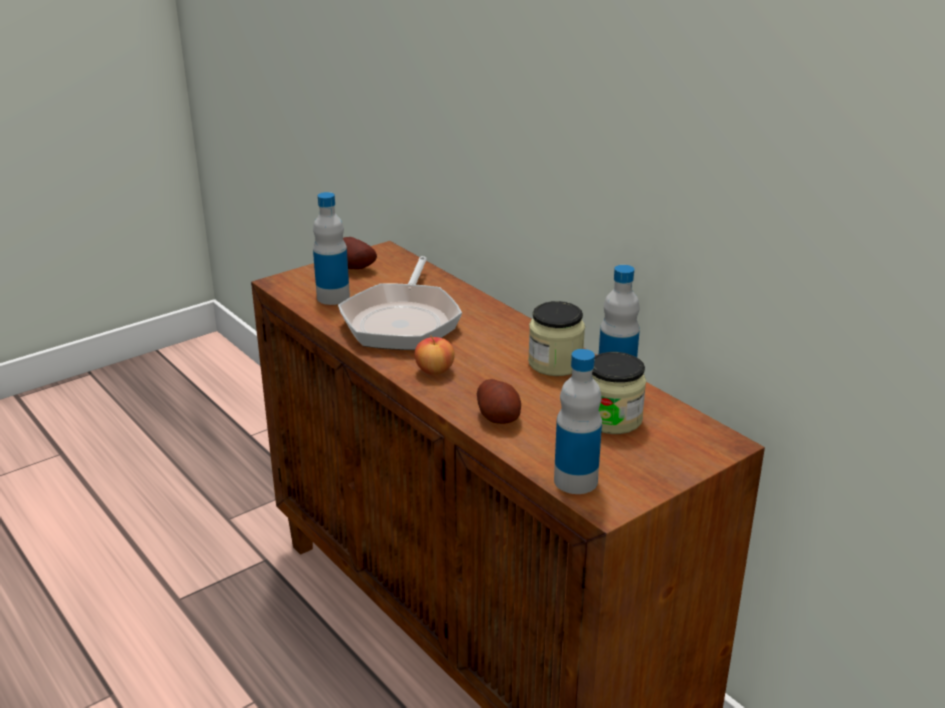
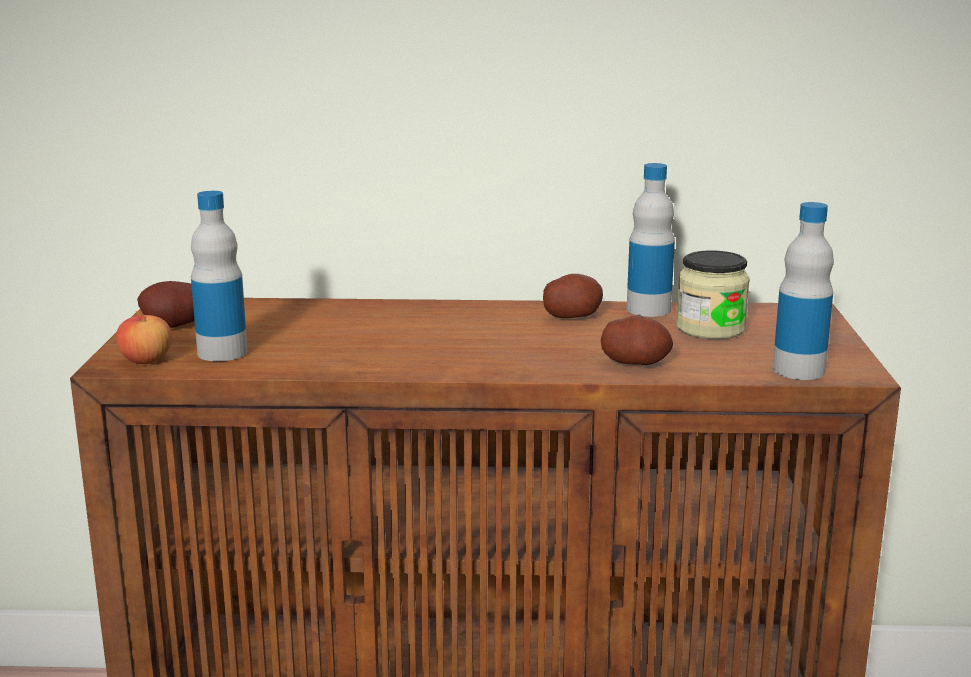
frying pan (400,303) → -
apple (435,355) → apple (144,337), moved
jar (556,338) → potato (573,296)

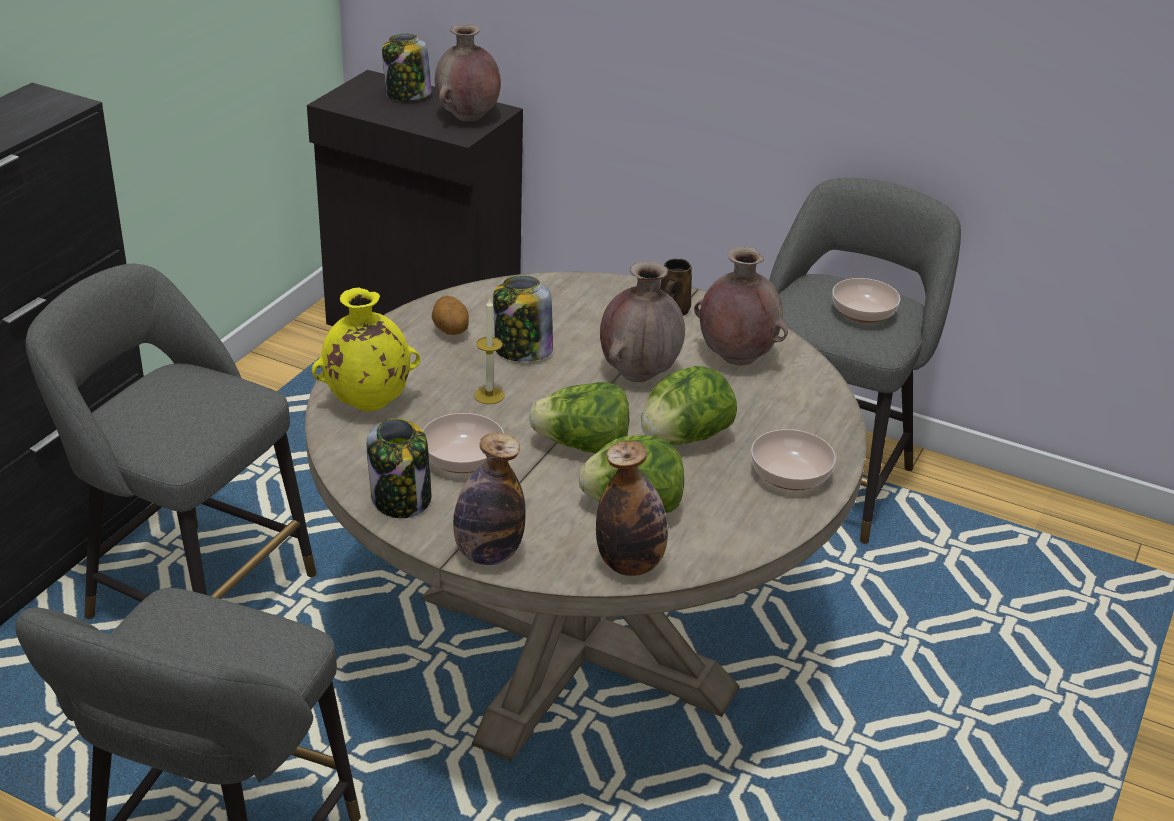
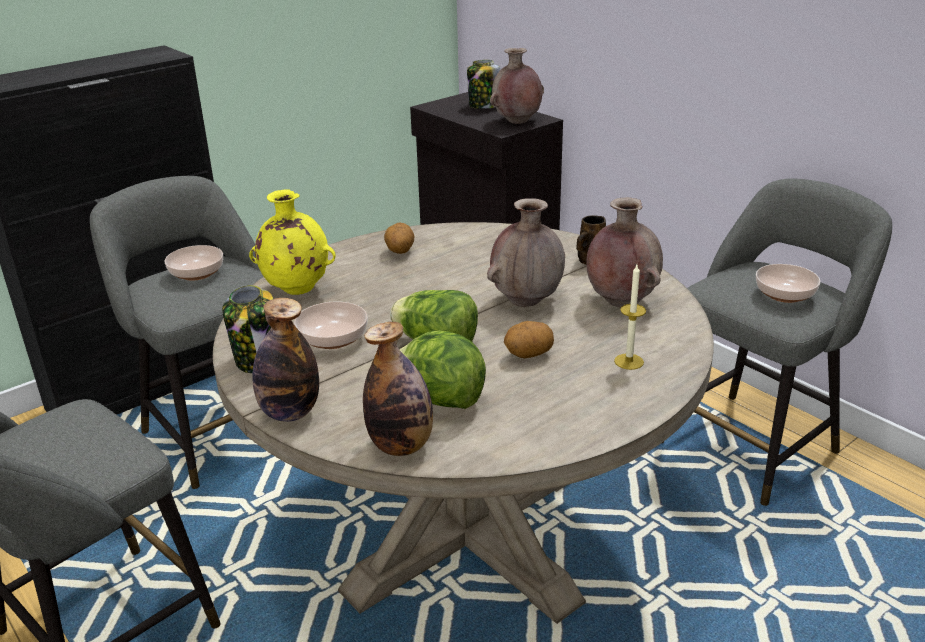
candle (489,351) → candle (630,317), moved
jar (523,319) → -
lettuce (689,405) → potato (529,339)
bowl (793,459) → bowl (193,263), moved

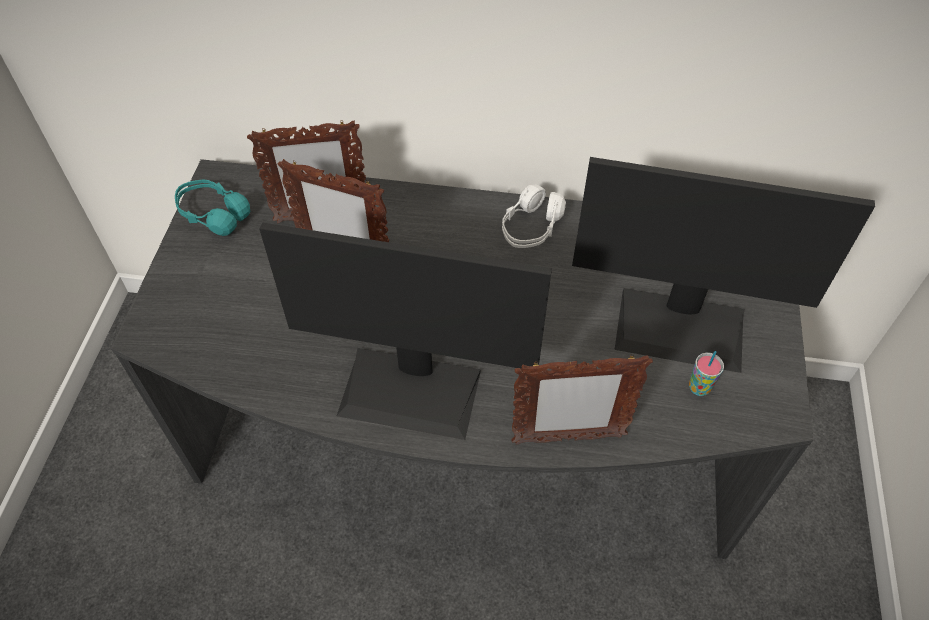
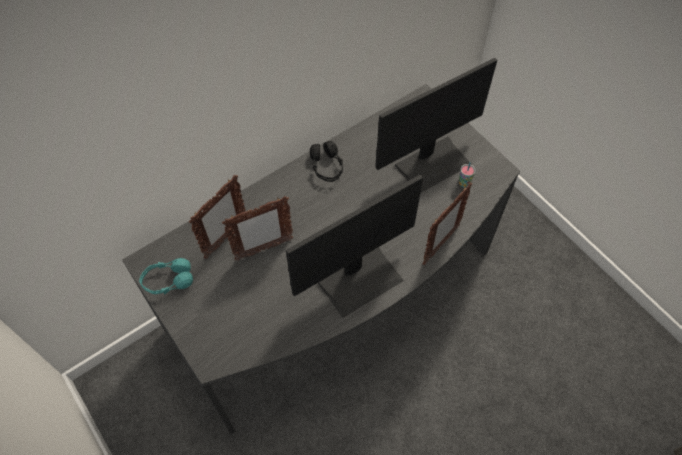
white headphones (534,216) → black headphones (326,161)

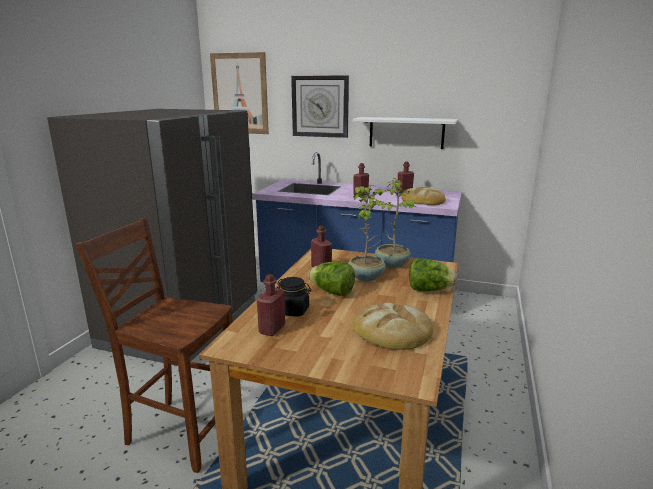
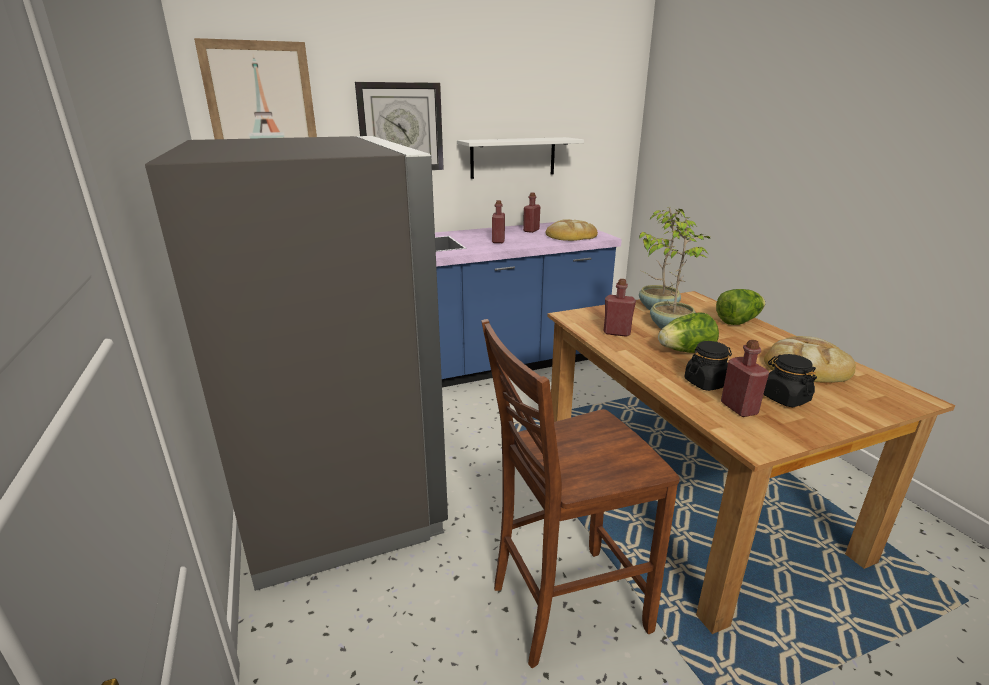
- → black jar (790,380)

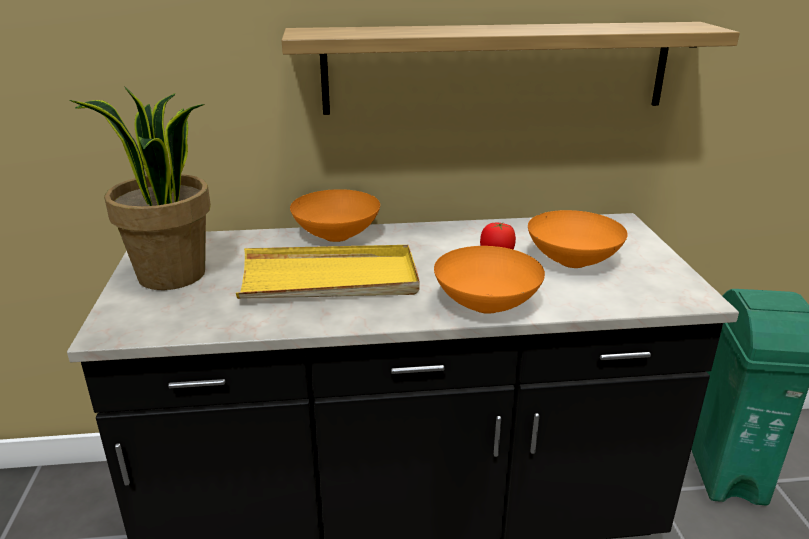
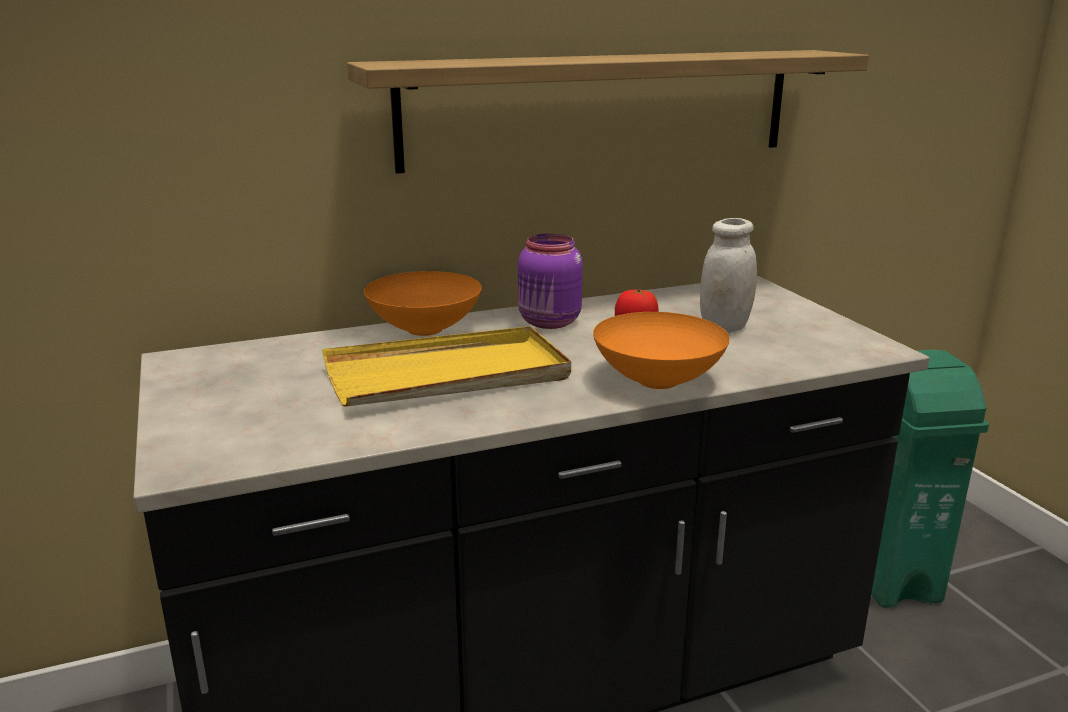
potted plant (140,188) → -
orange bowl (578,239) → white jar (728,275)
- → purple jar (550,281)

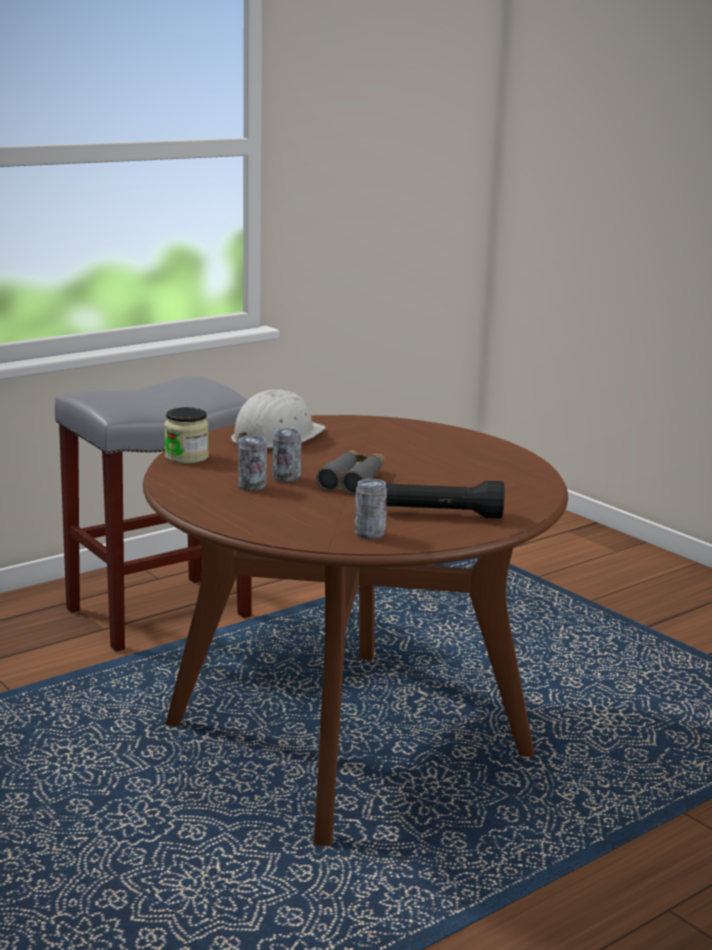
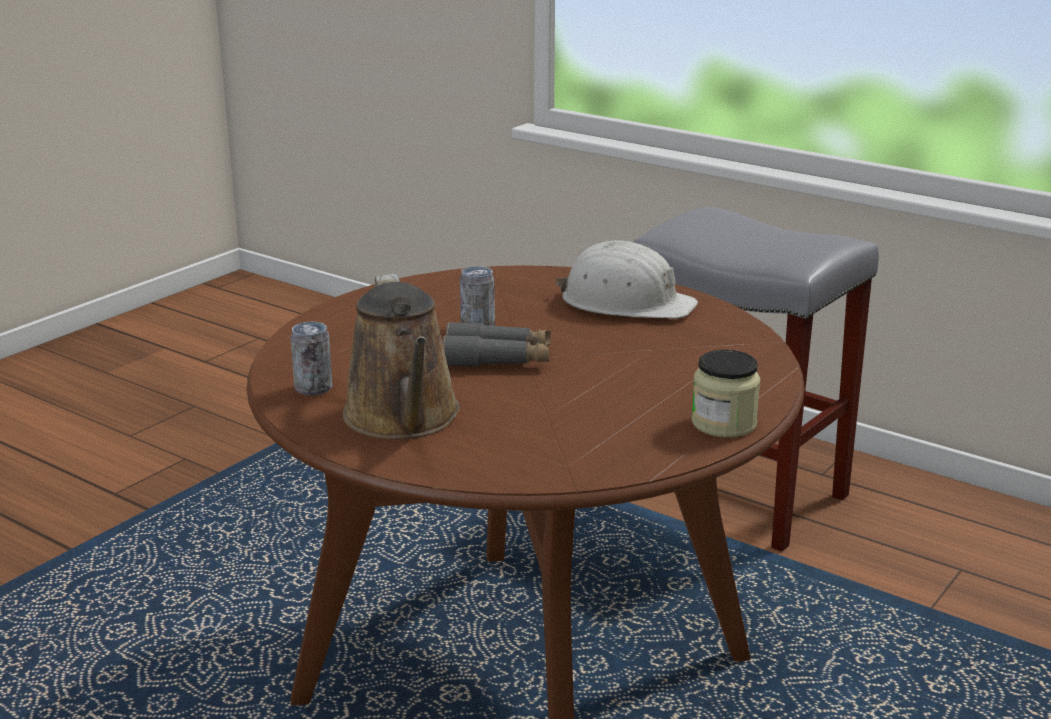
jar (186,435) → jar (726,393), moved
can (252,463) → -
black flashlight (445,500) → brown watering can (401,356)

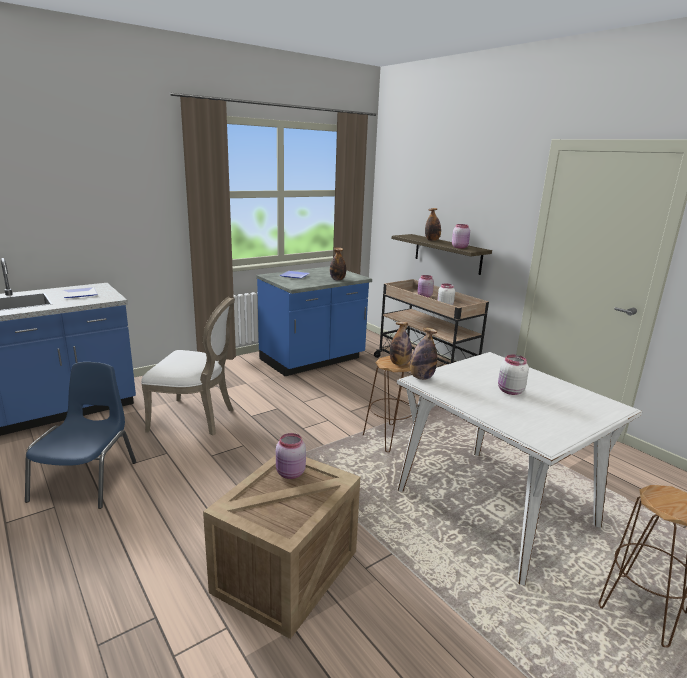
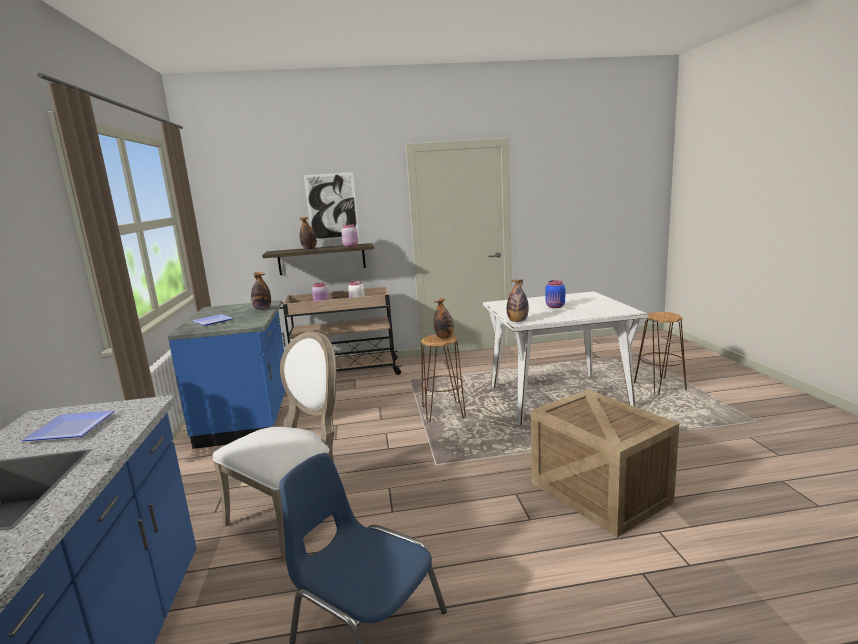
pink jar (291,456) → -
white jar (513,375) → blue jar (555,294)
- → picture (331,206)

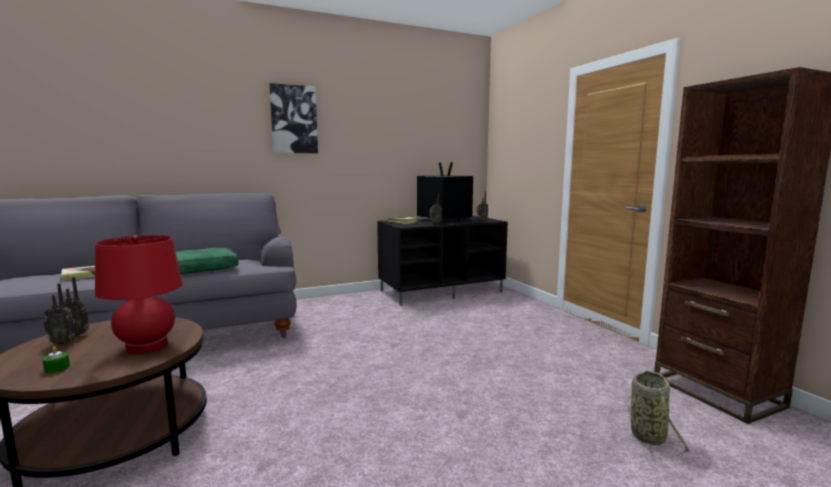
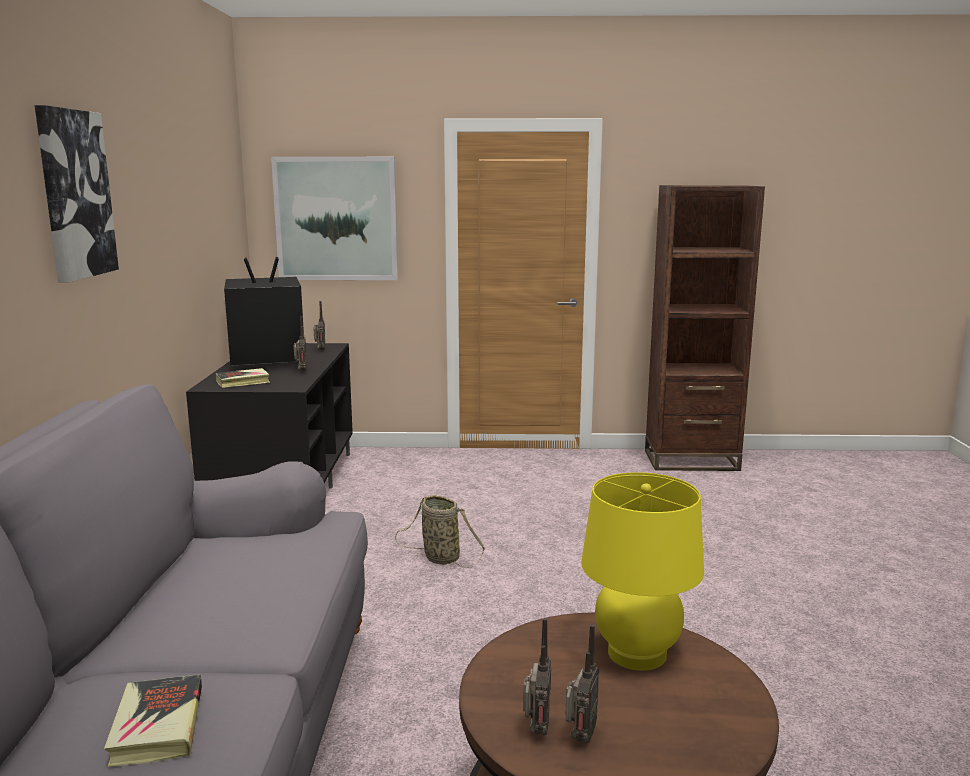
green candle (56,359) → -
red table lamp (139,294) → yellow table lamp (642,571)
green pillow (207,261) → -
basket (658,414) → basket (440,531), moved
- → picture (334,218)

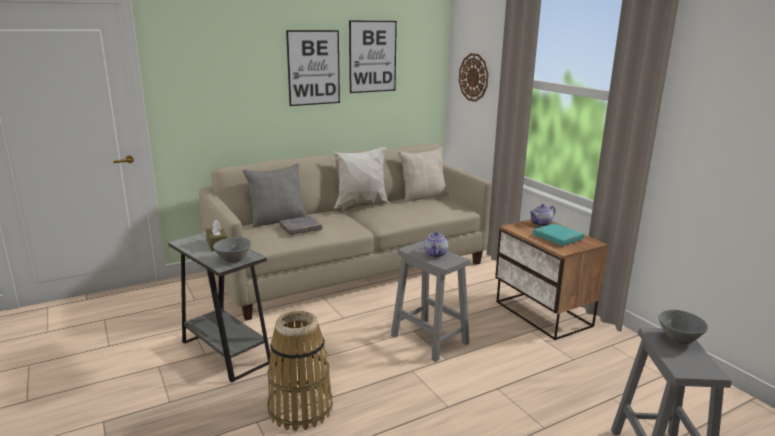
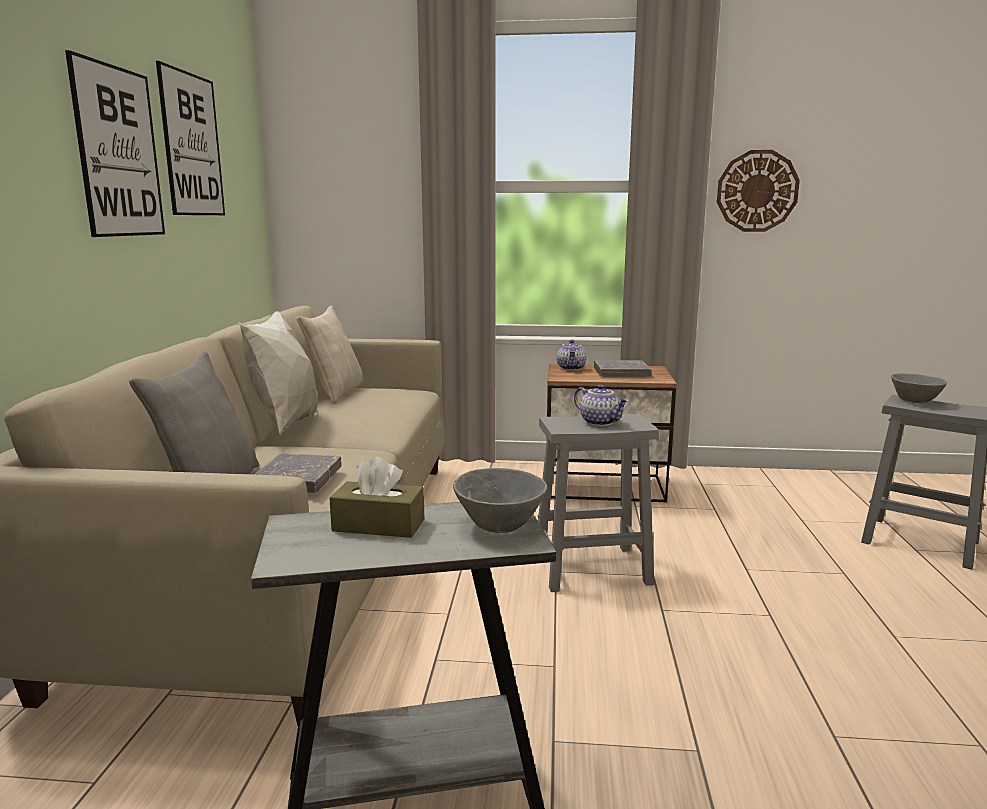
basket (300,370) → -
wall clock (473,77) → wall clock (758,191), moved
turquoise book (558,234) → grey book (623,368)

